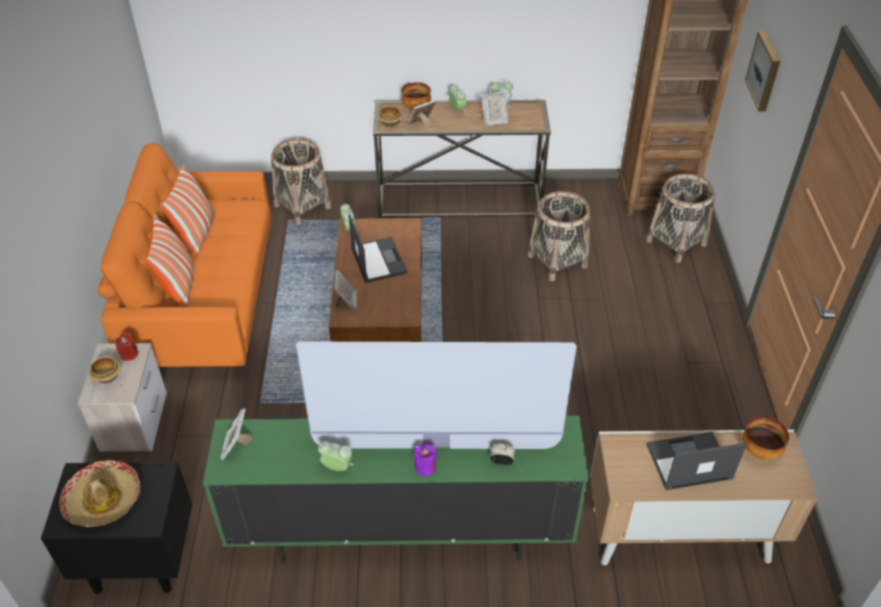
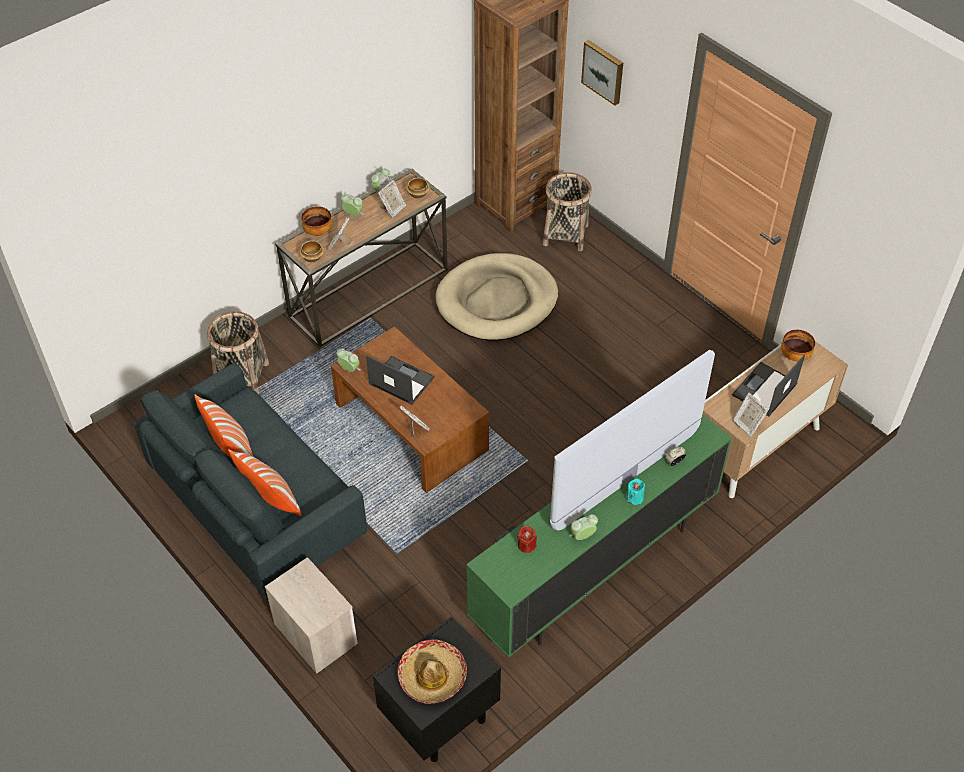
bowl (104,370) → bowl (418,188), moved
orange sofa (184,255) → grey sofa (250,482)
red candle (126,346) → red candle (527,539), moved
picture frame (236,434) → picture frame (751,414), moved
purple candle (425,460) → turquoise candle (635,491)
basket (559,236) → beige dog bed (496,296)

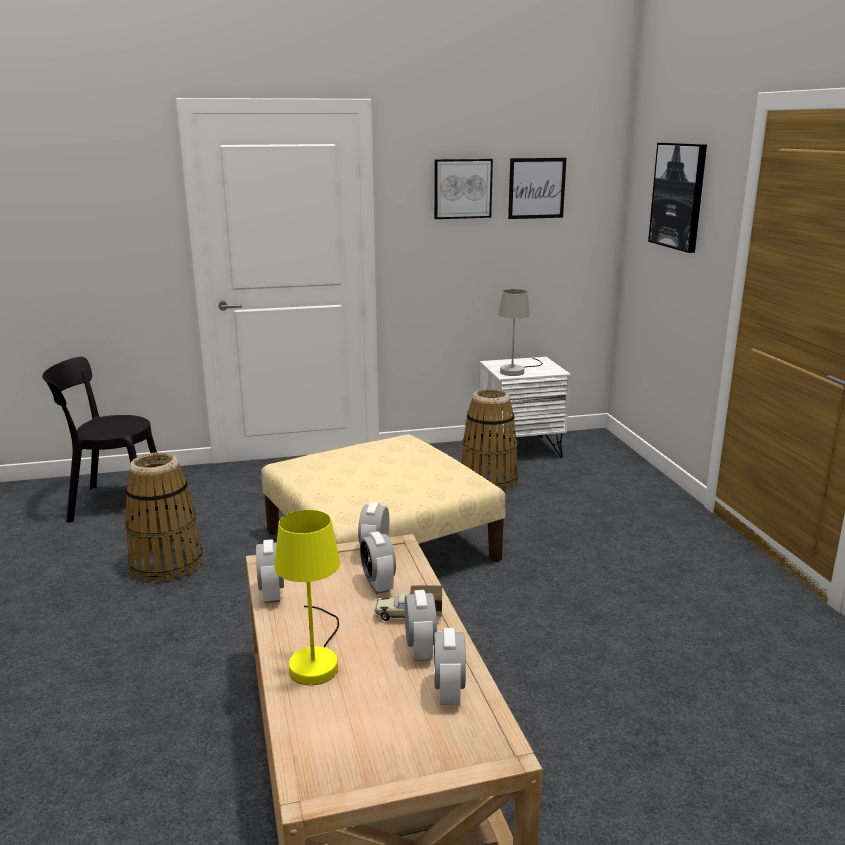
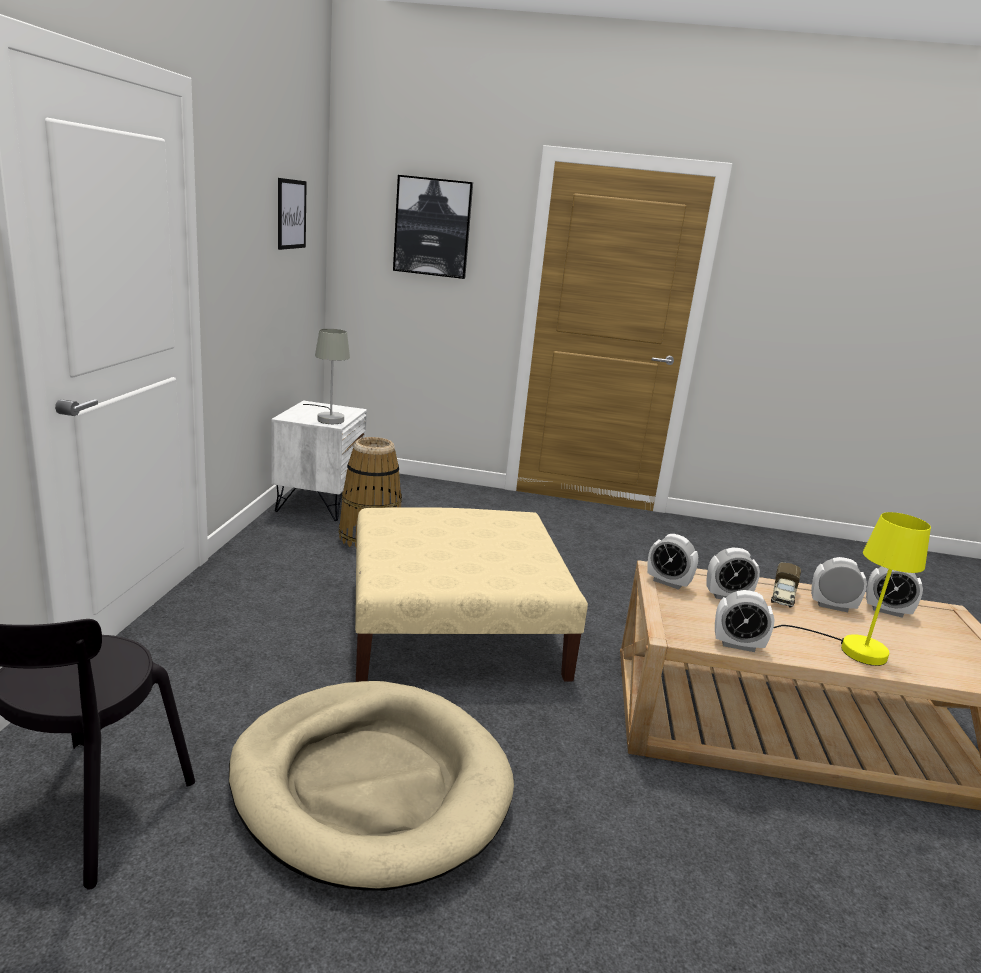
basket (164,518) → beige dog bed (371,786)
picture (463,189) → -

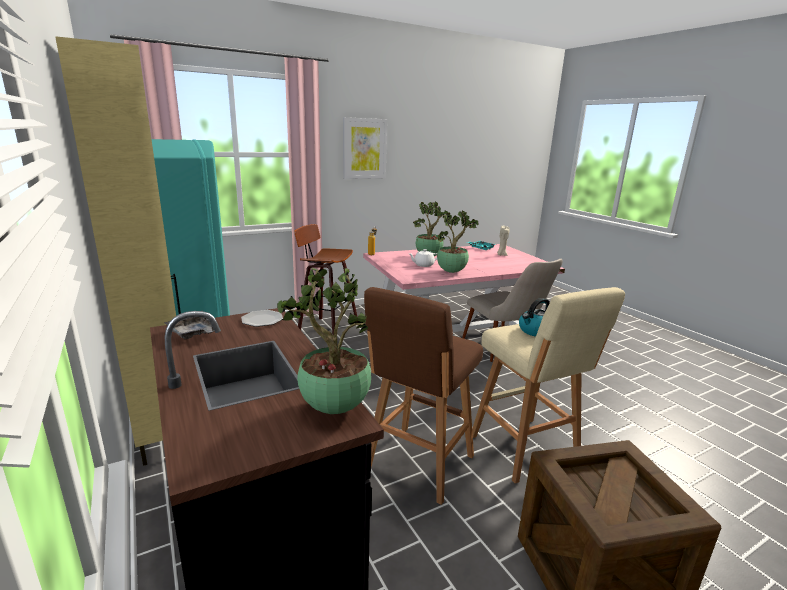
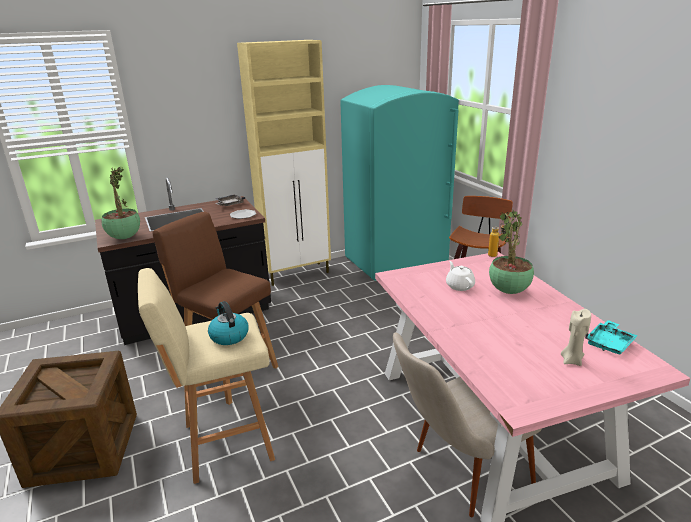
picture (365,148) → -
potted plant (458,241) → -

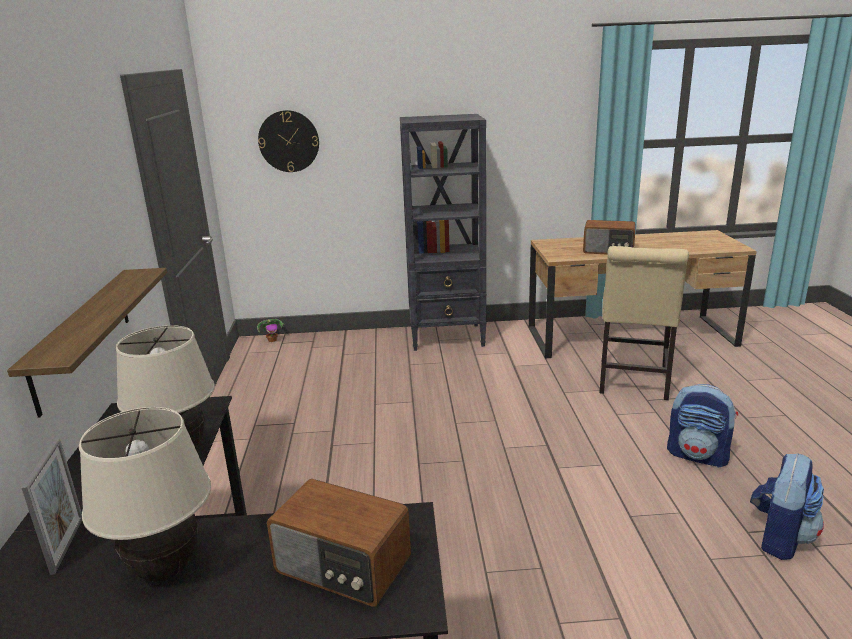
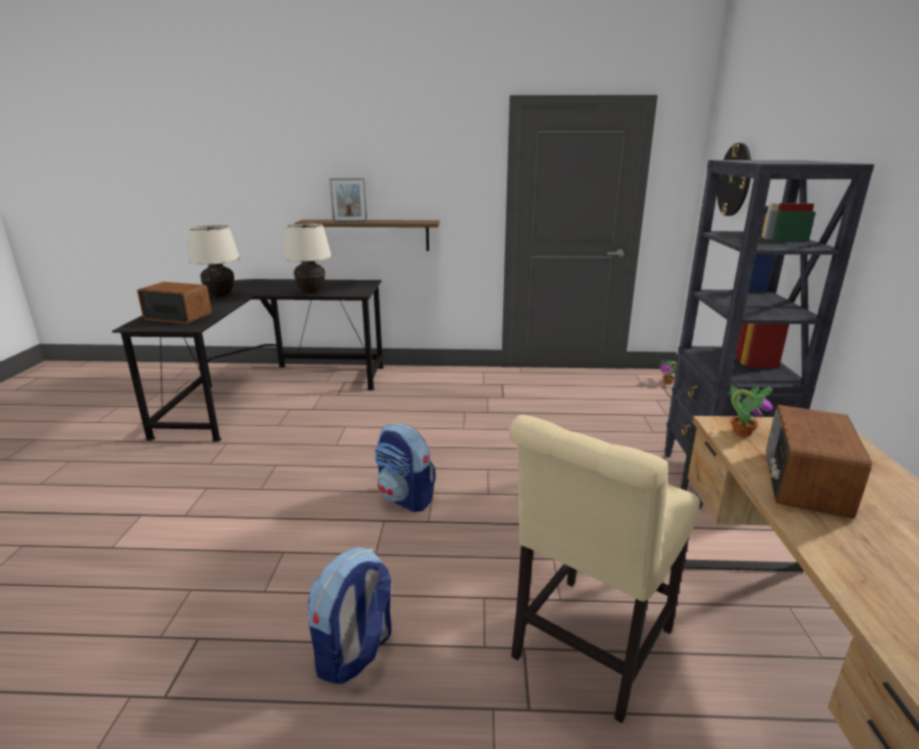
picture frame (52,506) → picture frame (348,200), moved
radio (339,543) → radio (174,303), 75 degrees clockwise
beige chair (644,323) → beige chair (604,569), 75 degrees counterclockwise
backpack (787,506) → backpack (405,468), moved
- → potted plant (751,411)

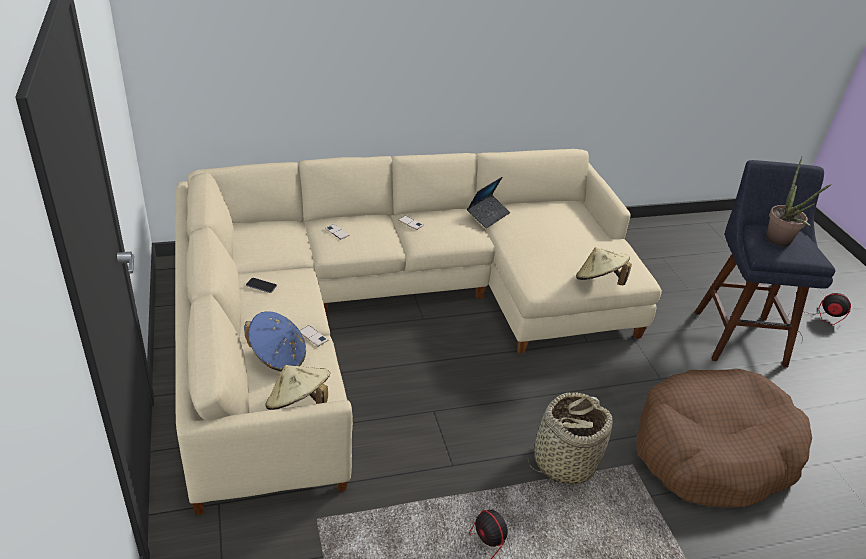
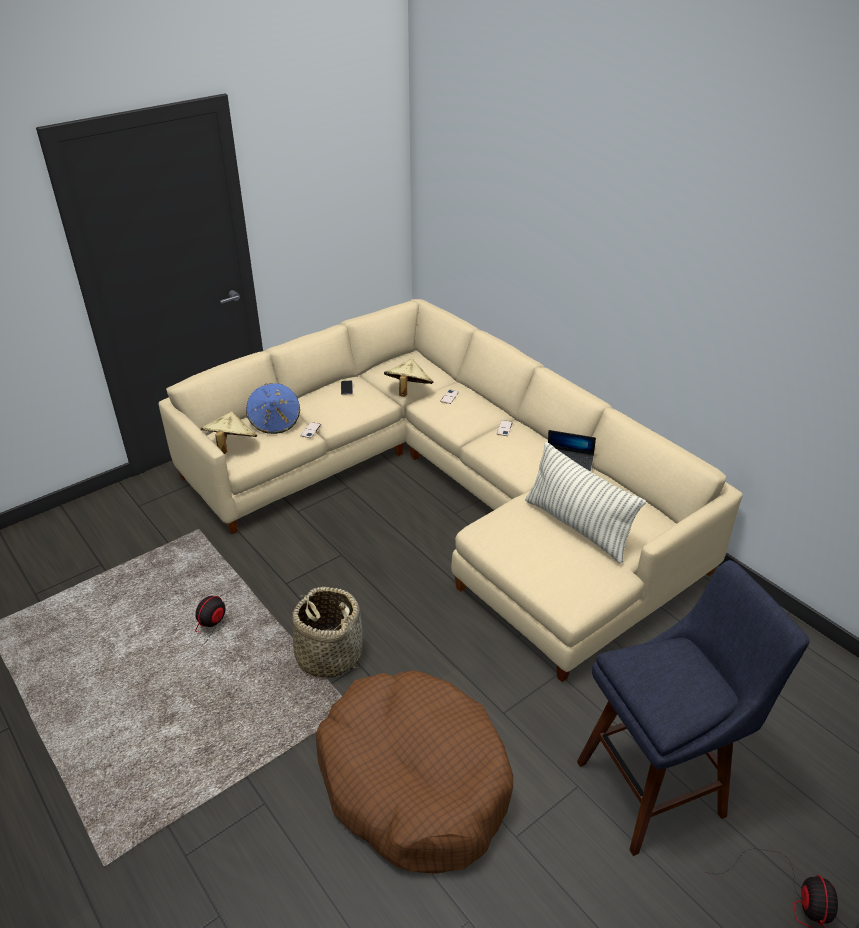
beige hat (604,266) → beige hat (409,378), moved
potted plant (799,201) → -
- → pillow (585,502)

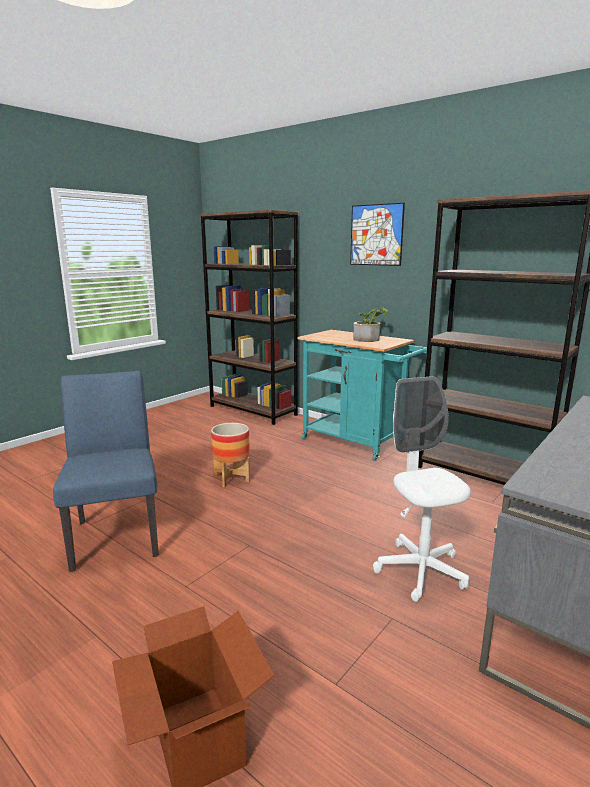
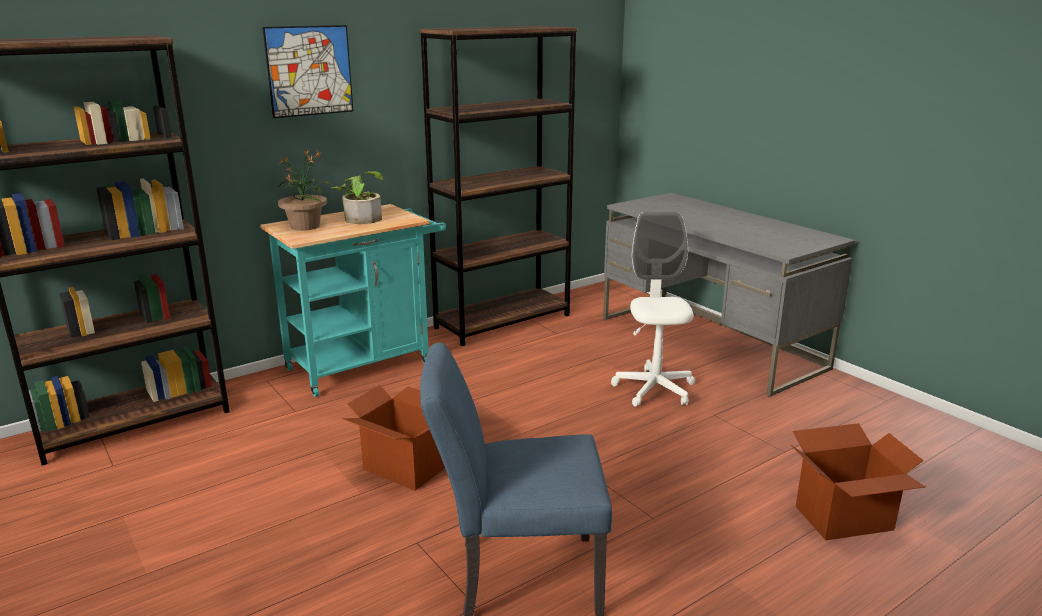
planter (230,455) → cardboard box (393,438)
white office chair (422,489) → white office chair (653,309), 90 degrees clockwise
- → potted plant (305,190)

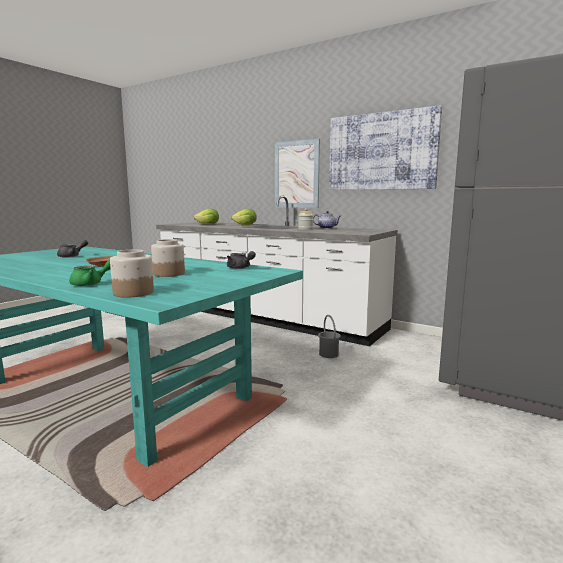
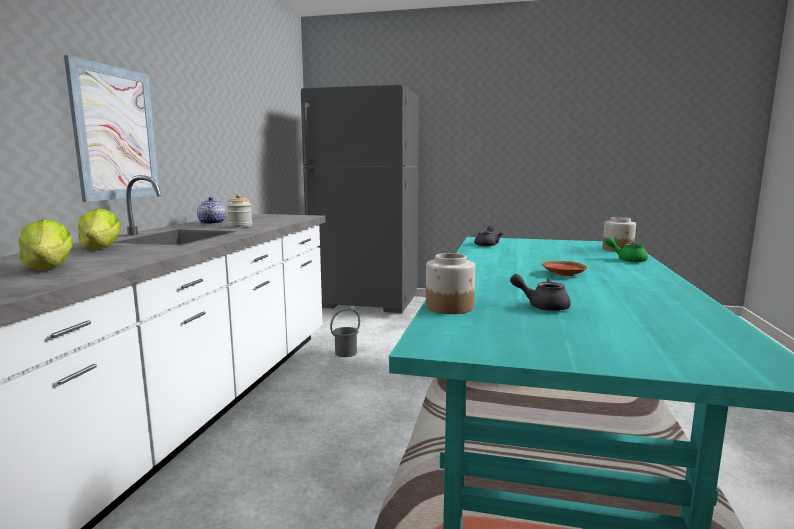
jar (168,258) → jar (450,283), moved
picture (385,147) → -

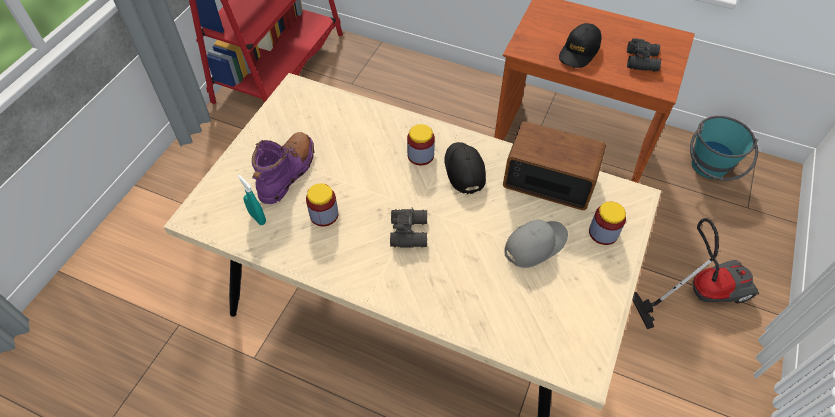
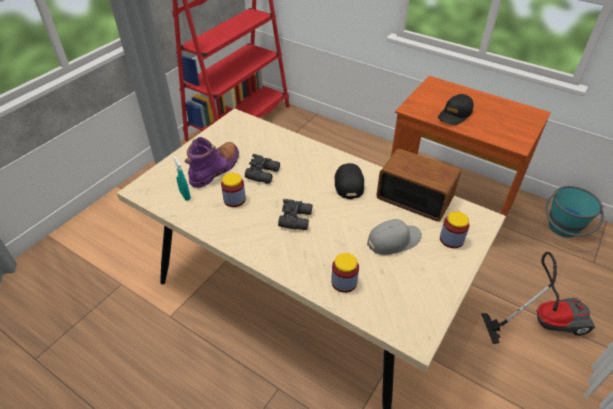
jar (421,144) → jar (345,273), moved
black binoculars (644,55) → black binoculars (262,169), moved

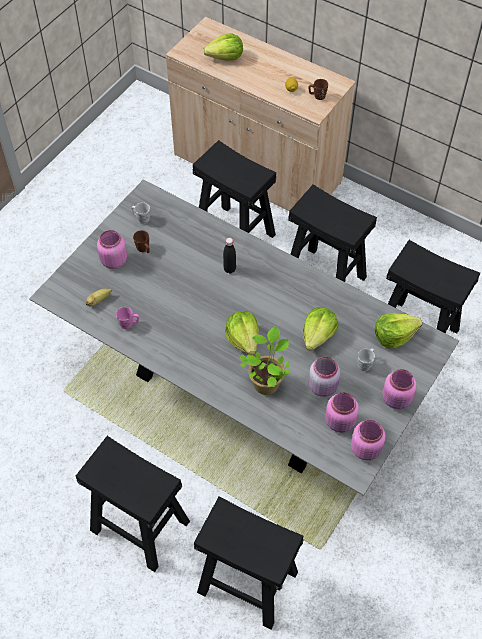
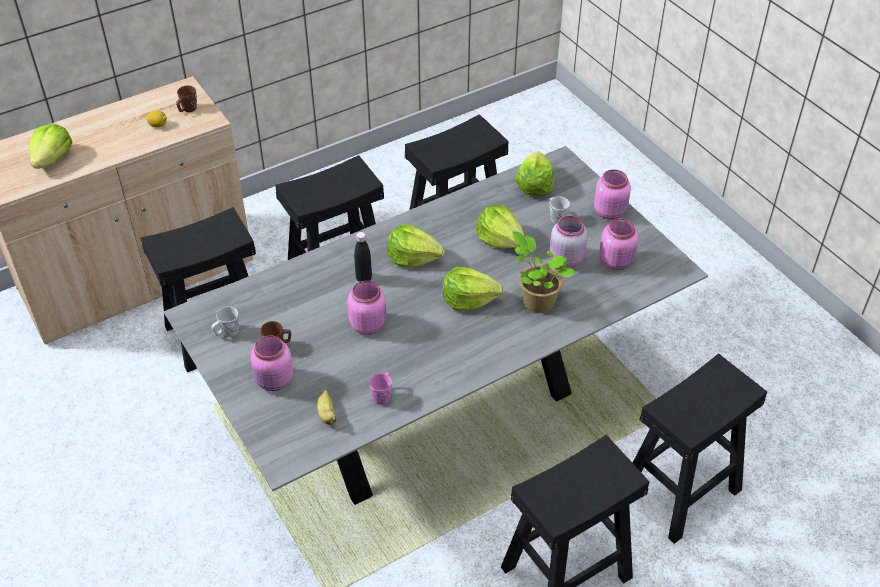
pink jar (368,440) → pink jar (366,308), moved
- → lettuce (416,245)

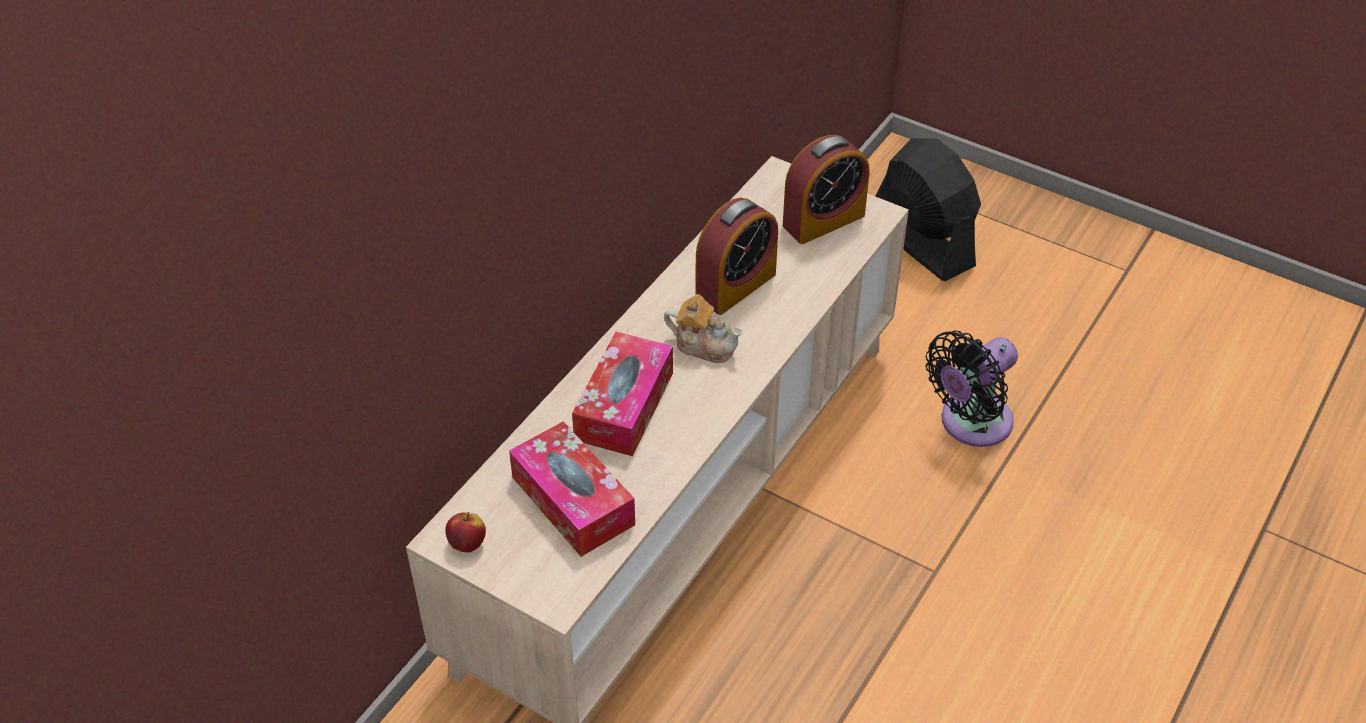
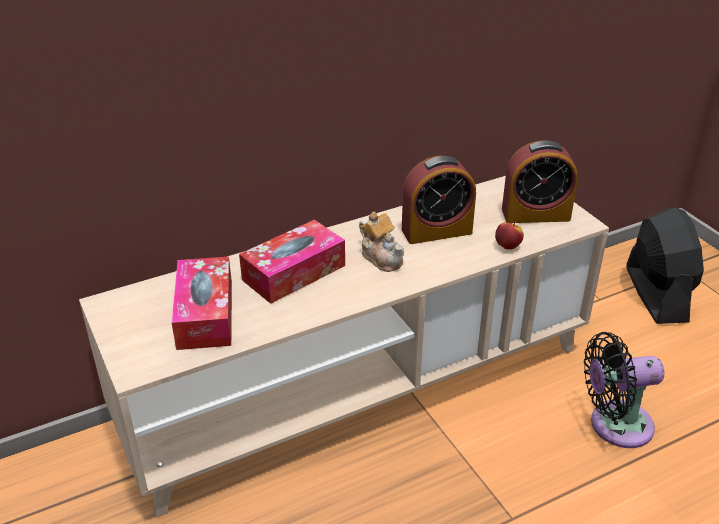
apple (465,532) → apple (509,235), moved

